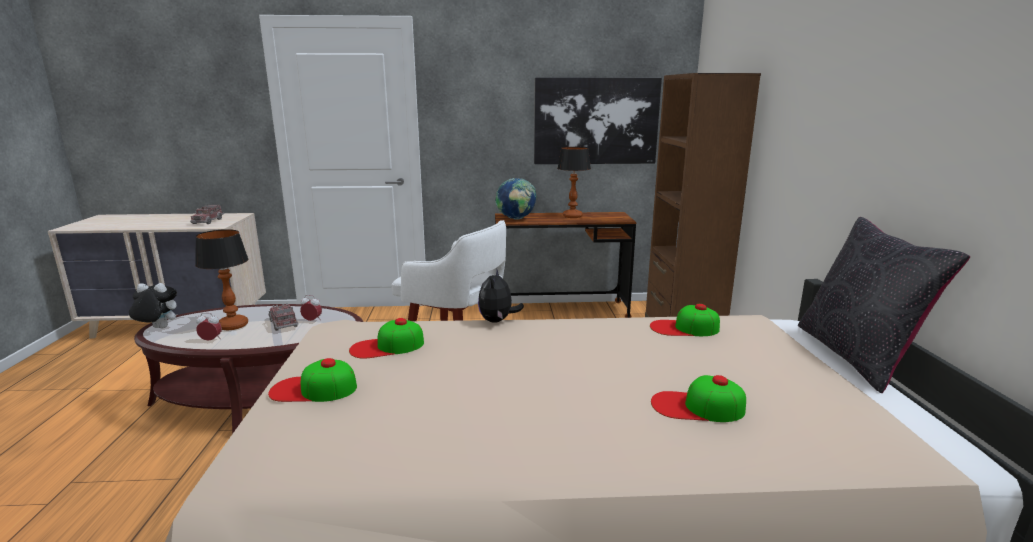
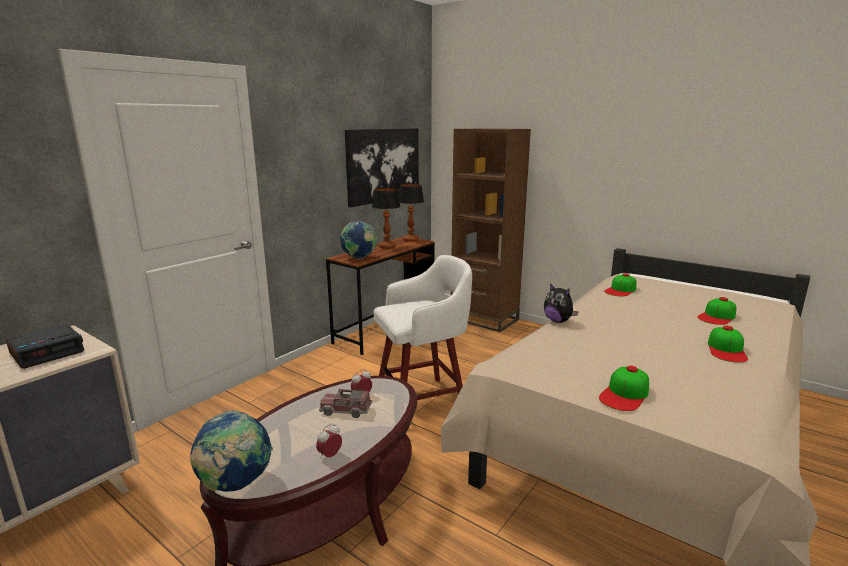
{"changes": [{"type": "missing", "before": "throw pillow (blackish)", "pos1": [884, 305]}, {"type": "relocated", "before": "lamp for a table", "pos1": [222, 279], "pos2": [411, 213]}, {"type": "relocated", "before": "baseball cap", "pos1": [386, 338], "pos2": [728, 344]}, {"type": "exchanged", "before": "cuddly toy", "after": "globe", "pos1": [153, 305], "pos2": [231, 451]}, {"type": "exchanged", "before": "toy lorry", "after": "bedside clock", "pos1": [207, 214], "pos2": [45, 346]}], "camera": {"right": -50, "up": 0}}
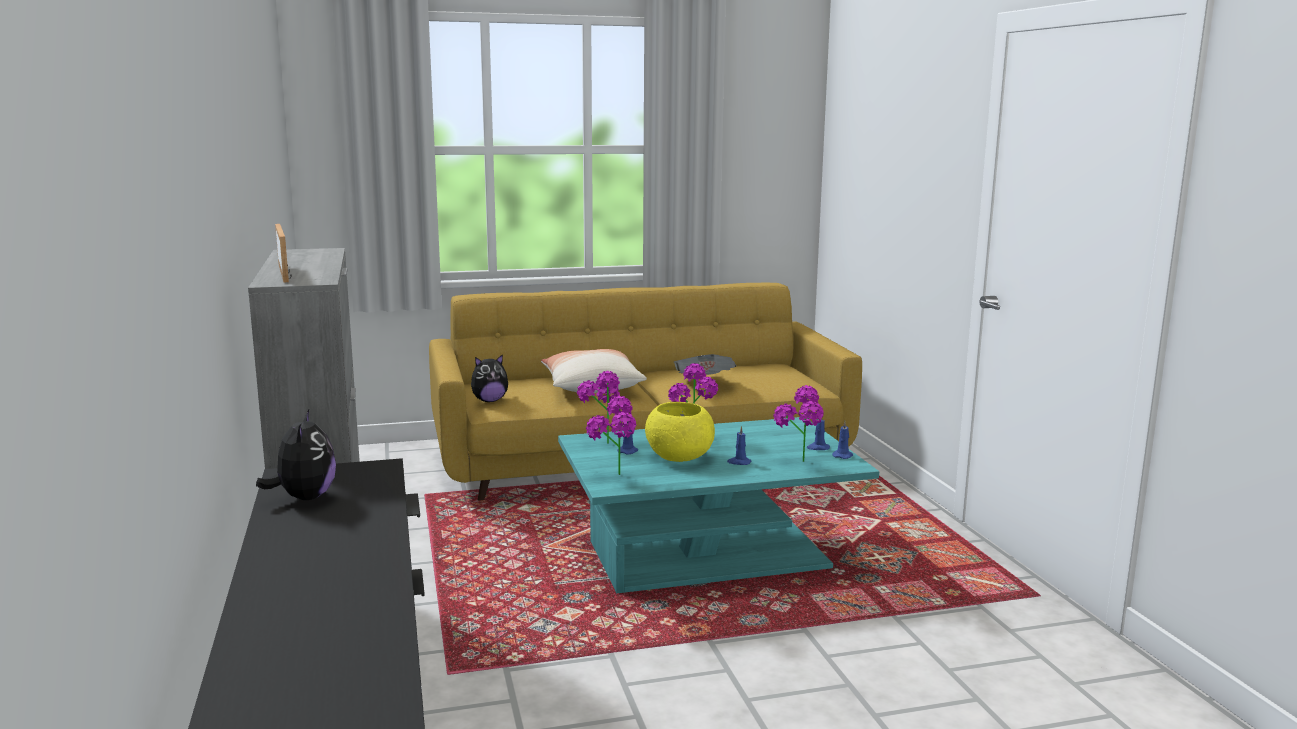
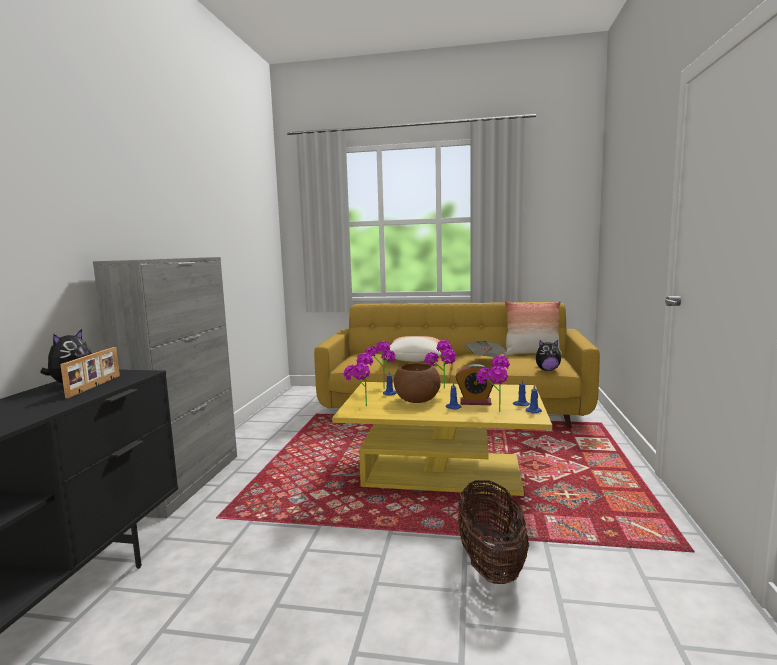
{"changes": [{"type": "appeared", "after": "bedside clock", "pos2": [475, 384]}, {"type": "appeared", "after": "storage basket", "pos2": [493, 532]}, {"type": "appeared", "after": "throw pillow", "pos2": [533, 328]}, {"type": "relocated", "before": "standing frame", "pos1": [283, 253], "pos2": [90, 372]}, {"type": "relocated", "before": "cuddly toy", "pos1": [489, 378], "pos2": [548, 355]}, {"type": "colour", "before": "coffee table (blue-green)", "after": "coffee table (yellowish)", "pos1": [718, 505], "pos2": [442, 439]}, {"type": "colour", "before": "deep dish (yellowish)", "after": "deep dish (brown)", "pos1": [680, 432], "pos2": [417, 383]}], "camera": {"right": 25, "up": -5}}
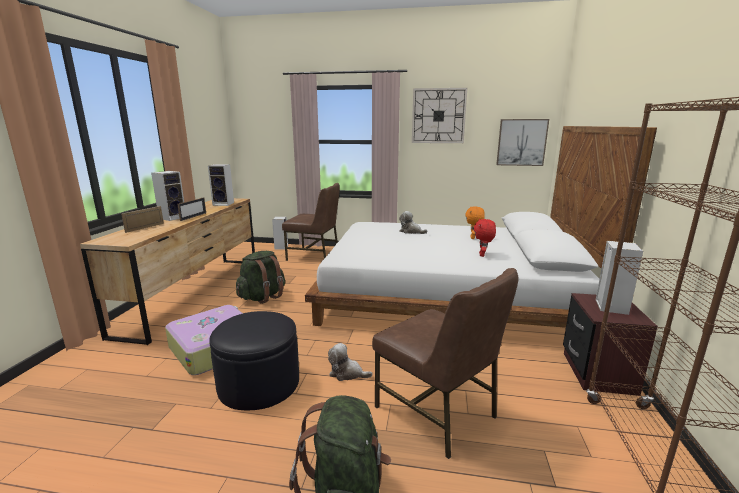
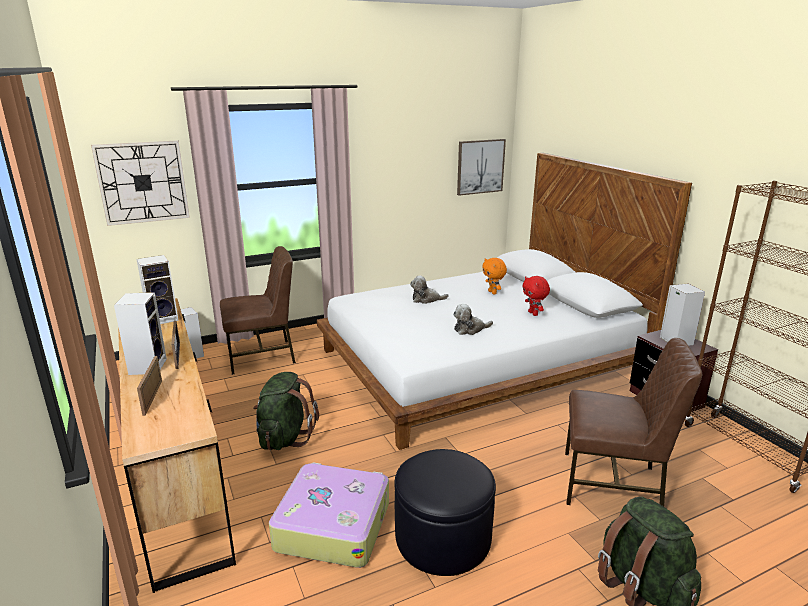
{"changes": [{"type": "relocated", "before": "cuddly toy", "pos1": [350, 362], "pos2": [473, 319]}, {"type": "relocated", "before": "clock on the wall", "pos1": [439, 115], "pos2": [140, 183]}], "camera": {"right": -35, "up": 5}}
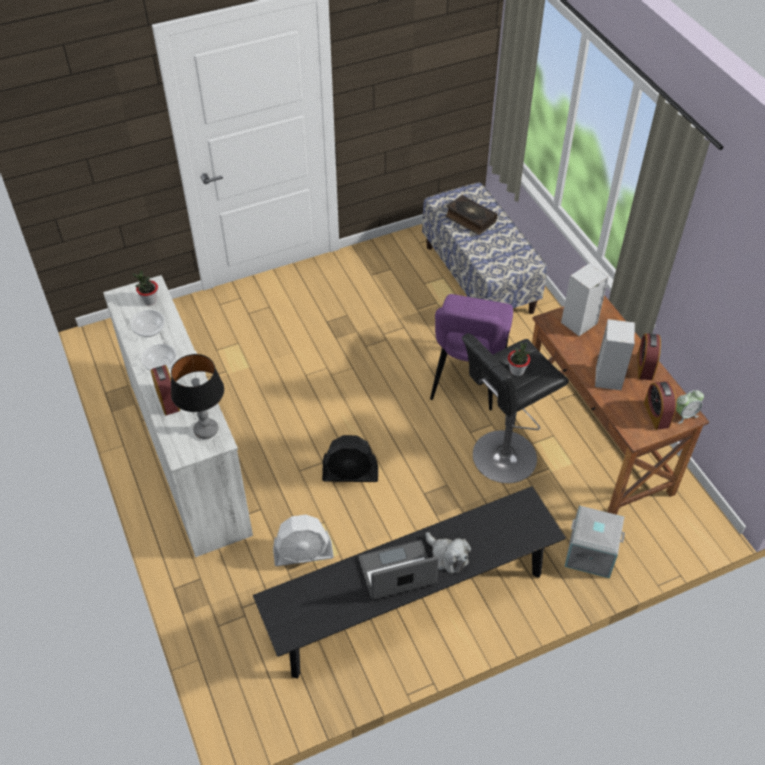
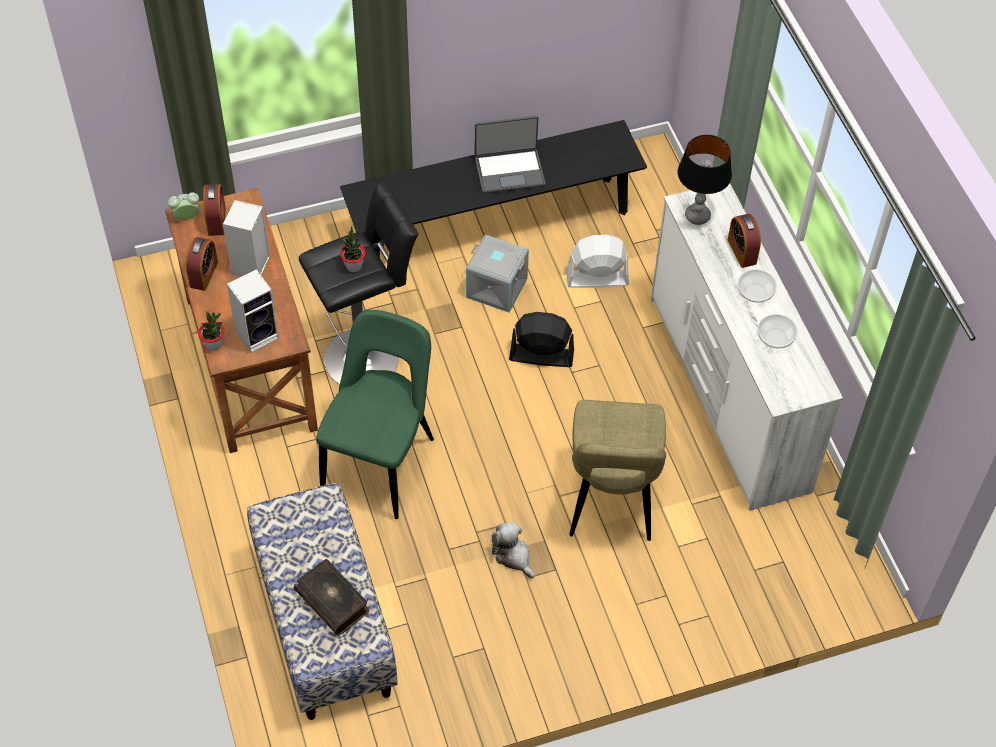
{"changes": [{"type": "appeared", "after": "chair (beige-coloured)", "pos2": [617, 470]}, {"type": "relocated", "before": "potted plant", "pos1": [145, 287], "pos2": [211, 331]}, {"type": "relocated", "before": "cuddly toy", "pos1": [448, 552], "pos2": [513, 550]}, {"type": "relocated", "before": "storage box (grey)", "pos1": [594, 541], "pos2": [497, 273]}, {"type": "colour", "before": "chair (purplish)", "after": "chair (green)", "pos1": [471, 352], "pos2": [375, 414]}], "camera": {"right": -175, "up": 5}}
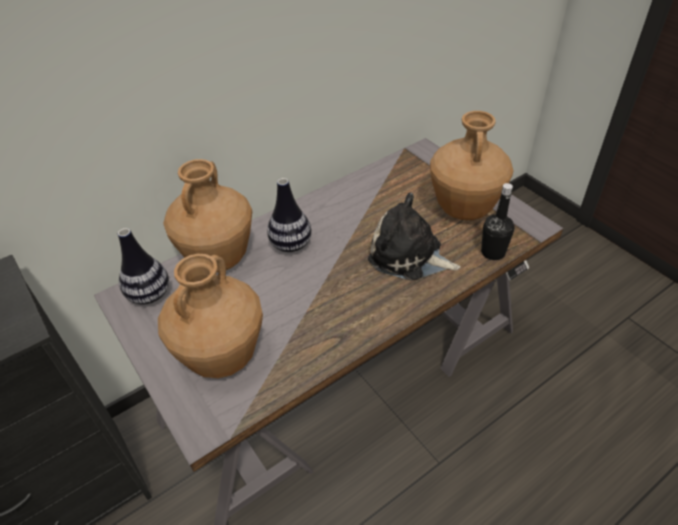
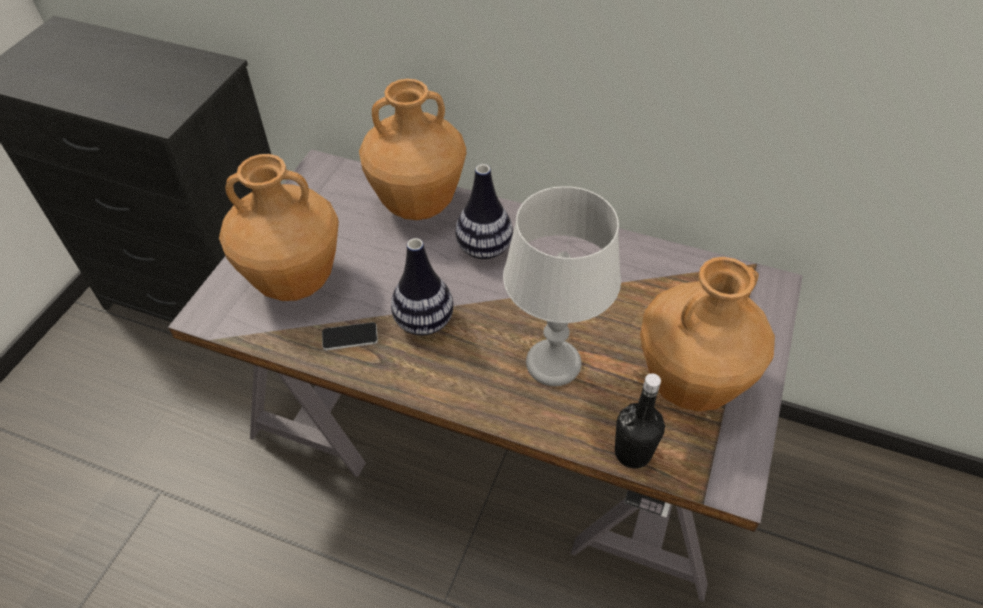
{"changes": [{"type": "appeared", "after": "telephone", "pos2": [350, 336]}, {"type": "relocated", "before": "flower vase", "pos1": [143, 266], "pos2": [422, 287]}, {"type": "exchanged", "before": "cuddly toy", "after": "lamp for a table (grey)", "pos1": [414, 236], "pos2": [562, 286]}], "camera": {"right": 55, "up": 5}}
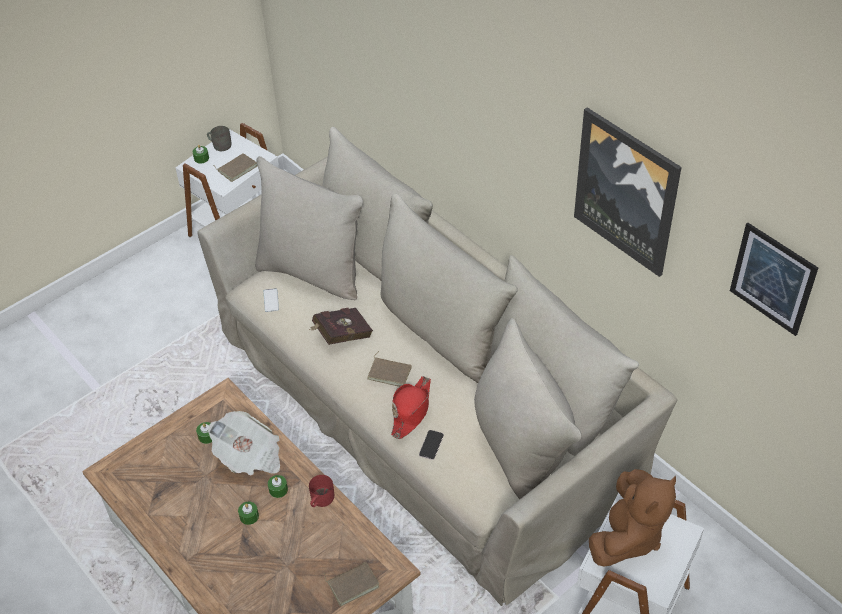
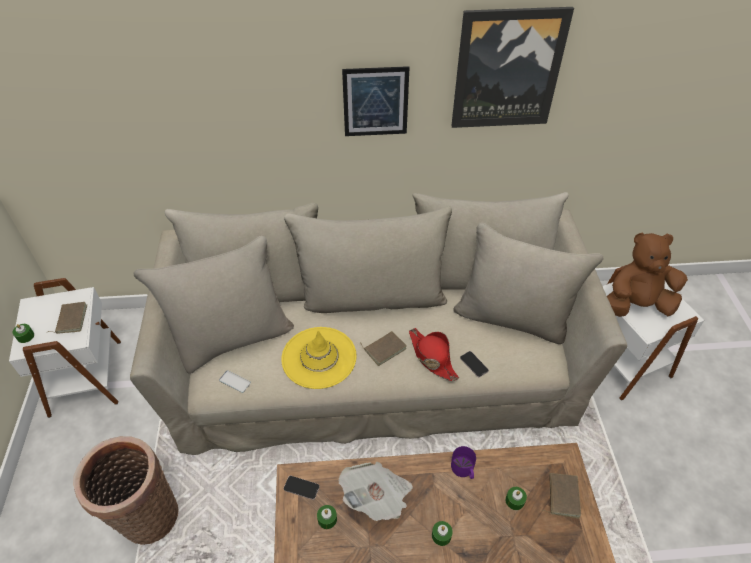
{"changes": [{"type": "missing", "before": "tea mug (grey)", "pos1": [219, 138]}, {"type": "appeared", "after": "storage basket", "pos2": [126, 490]}, {"type": "appeared", "after": "telephone", "pos2": [302, 488]}, {"type": "relocated", "before": "wax candle (green)", "pos1": [278, 486], "pos2": [516, 498]}, {"type": "relocated", "before": "wall art", "pos1": [774, 279], "pos2": [376, 101]}, {"type": "exchanged", "before": "volume (red)", "after": "clothing hat (yellowish)", "pos1": [341, 326], "pos2": [319, 358]}, {"type": "colour", "before": "tea mug (red)", "after": "tea mug (purplish)", "pos1": [321, 491], "pos2": [463, 462]}, {"type": "spun", "before": "cuddly toy (brown)", "pos1": [632, 518], "pos2": [647, 275], "turn": -75}], "camera": {"right": -55, "up": 0}}
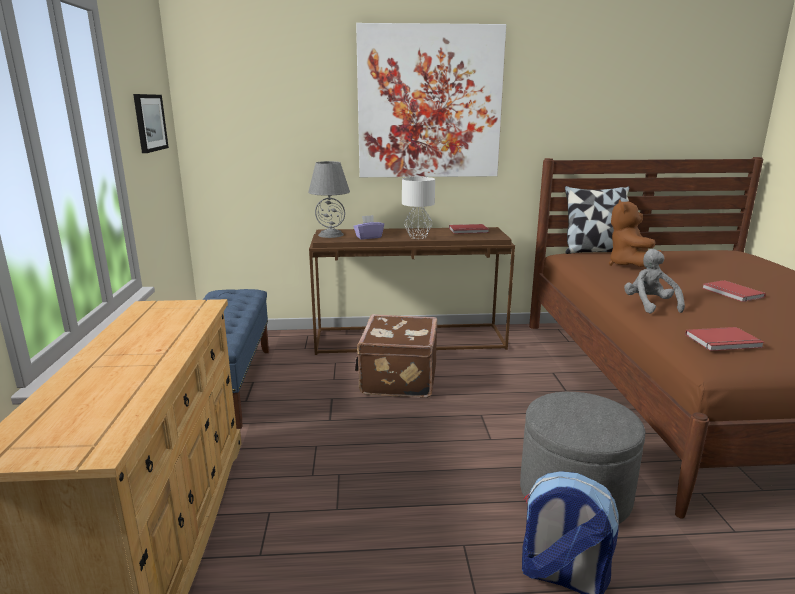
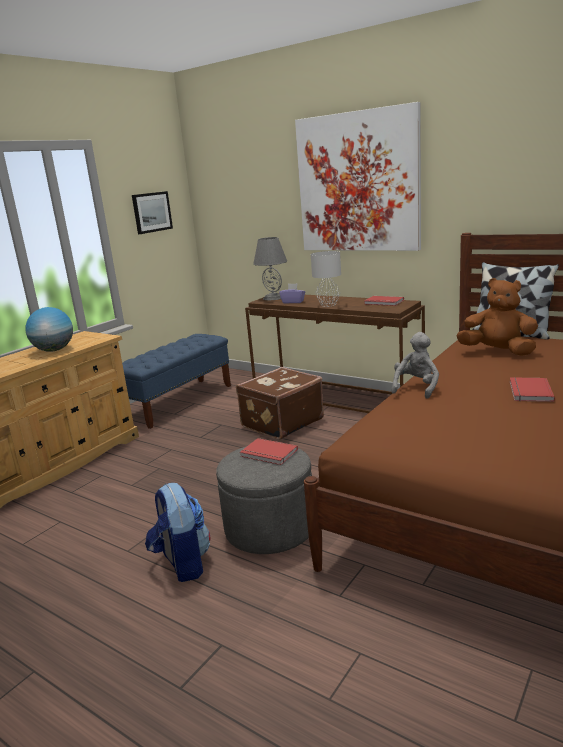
{"changes": [{"type": "appeared", "after": "globe", "pos2": [49, 329]}, {"type": "relocated", "before": "volume (red)", "pos1": [724, 339], "pos2": [269, 451]}, {"type": "spun", "before": "cuddly toy (brown)", "pos1": [635, 233], "pos2": [497, 317], "turn": 75}], "camera": {"right": 40, "up": 0}}
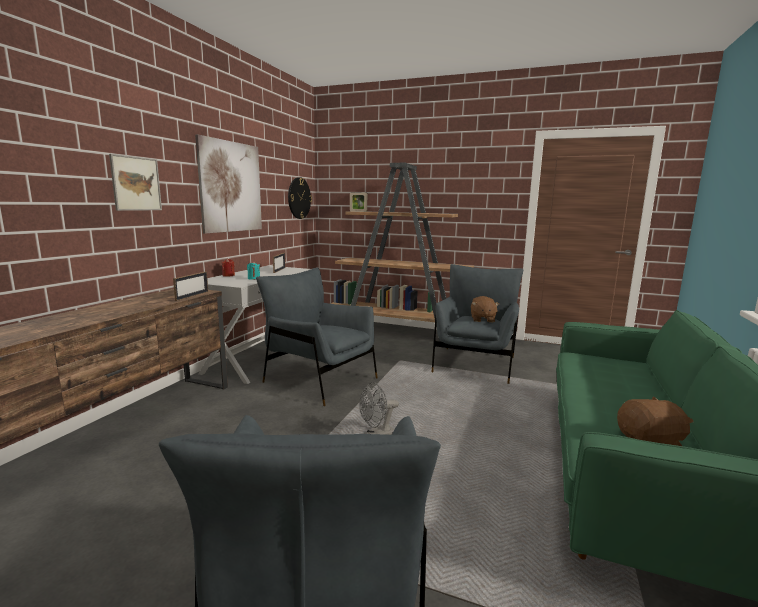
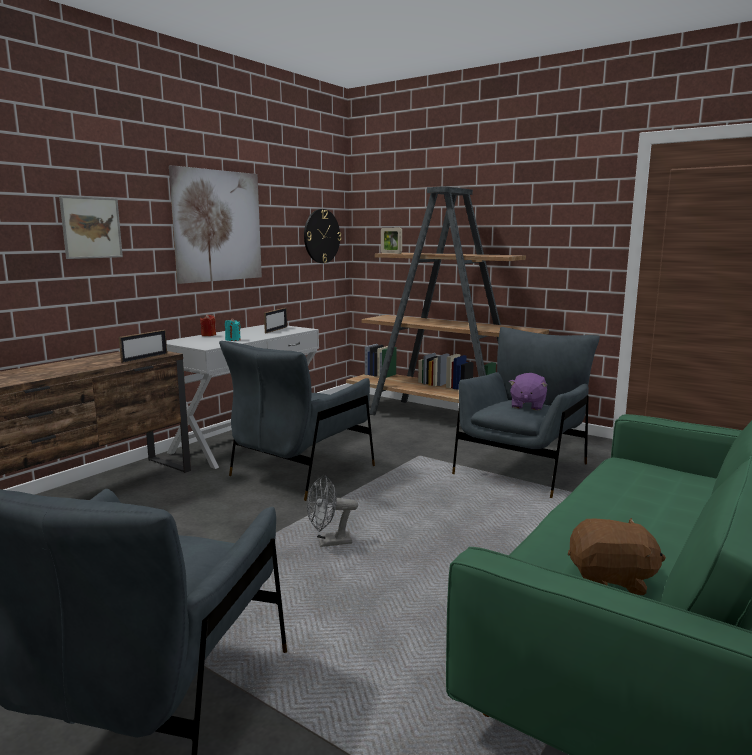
{"changes": [{"type": "colour", "before": "cuddly toy (brown)", "after": "cuddly toy (purplish)", "pos1": [485, 309], "pos2": [528, 392]}, {"type": "spun", "before": "easy chair (grey)", "pos1": [317, 337], "pos2": [297, 421], "turn": -105}], "camera": {"right": 15, "up": 0}}
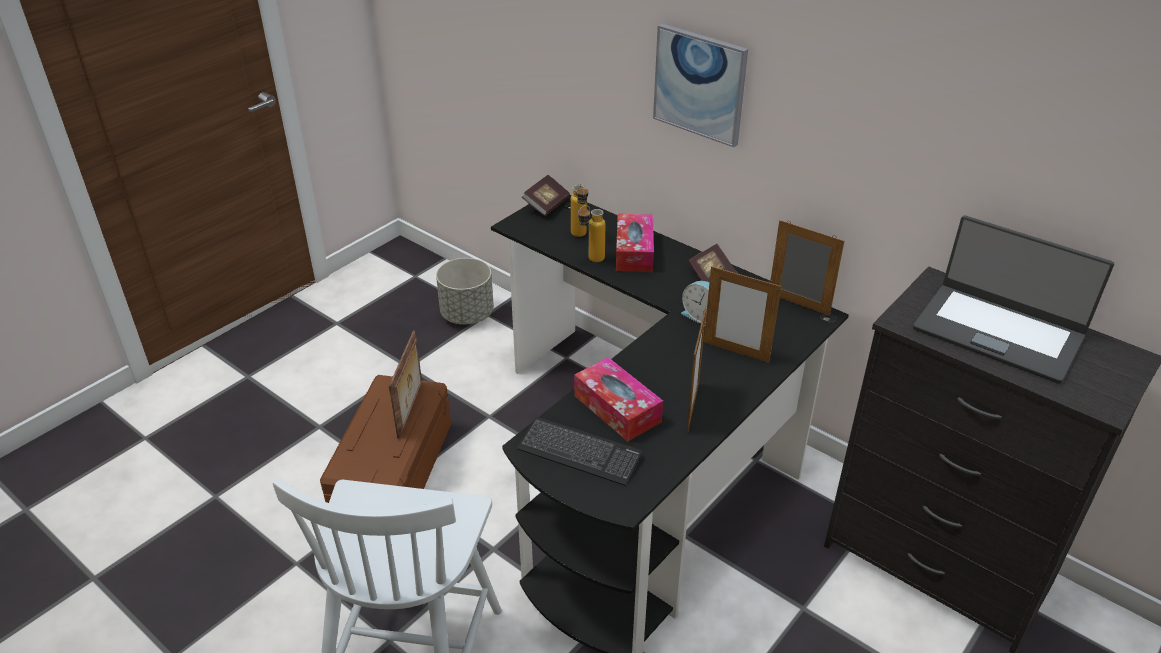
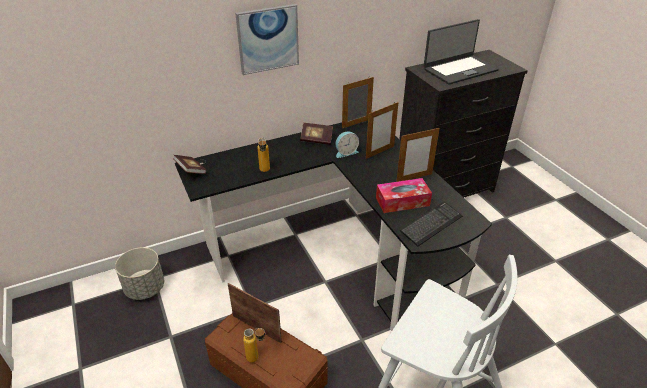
{"changes": [{"type": "missing", "before": "box of tissues", "pos1": [635, 243]}, {"type": "relocated", "before": "beverage bottle", "pos1": [579, 211], "pos2": [254, 345]}, {"type": "spun", "before": "standing frame", "pos1": [697, 370], "pos2": [418, 154], "turn": 120}], "camera": {"right": -65, "up": 0}}
